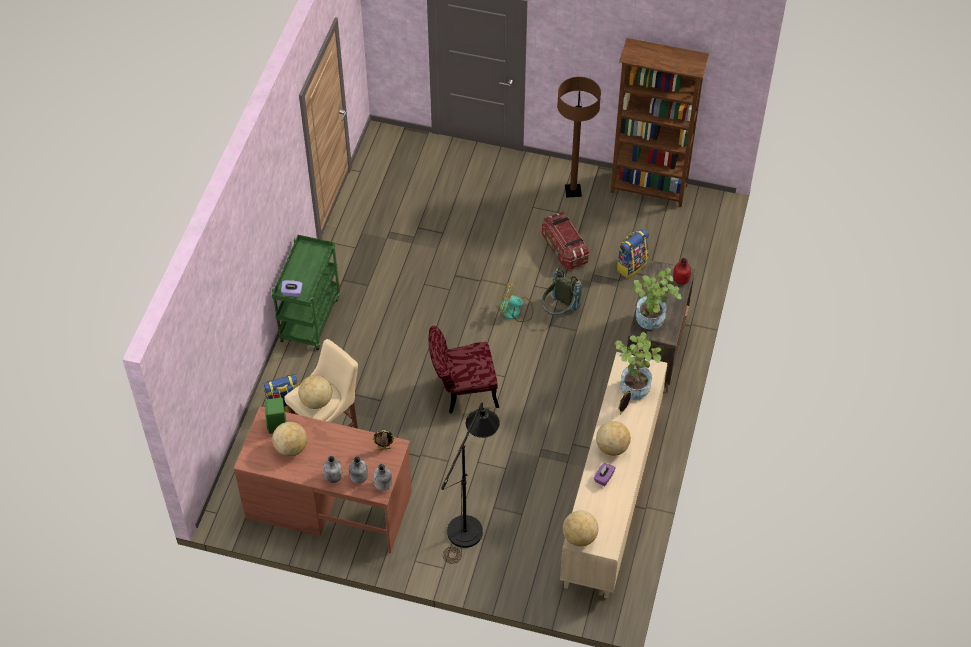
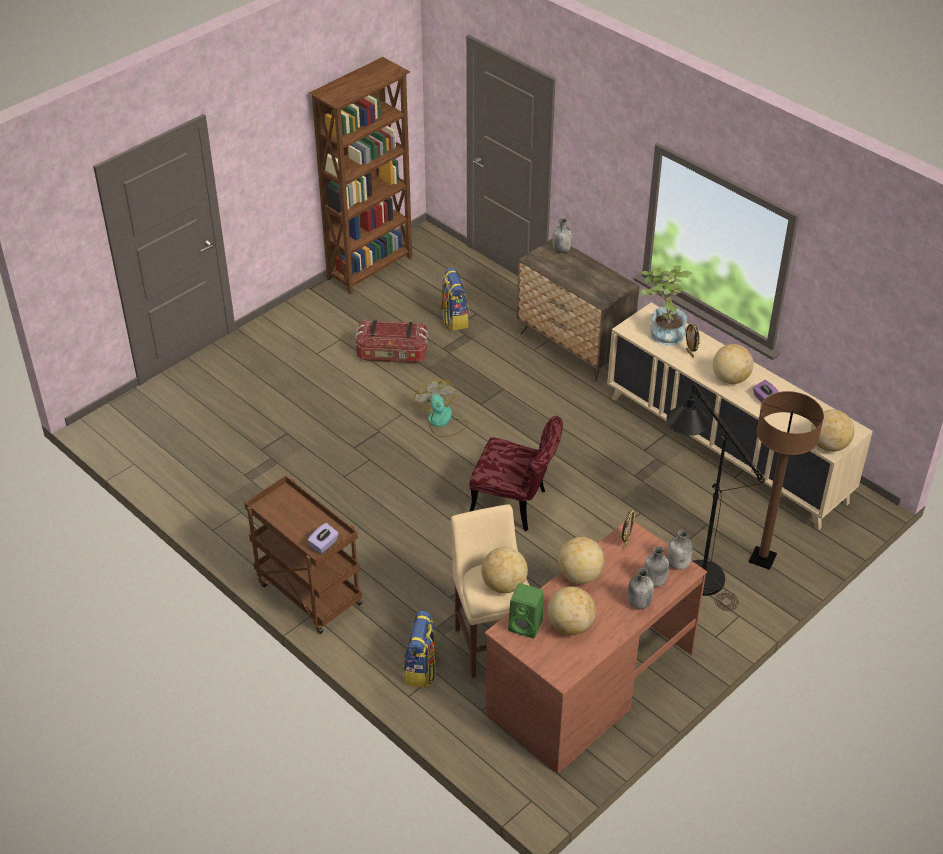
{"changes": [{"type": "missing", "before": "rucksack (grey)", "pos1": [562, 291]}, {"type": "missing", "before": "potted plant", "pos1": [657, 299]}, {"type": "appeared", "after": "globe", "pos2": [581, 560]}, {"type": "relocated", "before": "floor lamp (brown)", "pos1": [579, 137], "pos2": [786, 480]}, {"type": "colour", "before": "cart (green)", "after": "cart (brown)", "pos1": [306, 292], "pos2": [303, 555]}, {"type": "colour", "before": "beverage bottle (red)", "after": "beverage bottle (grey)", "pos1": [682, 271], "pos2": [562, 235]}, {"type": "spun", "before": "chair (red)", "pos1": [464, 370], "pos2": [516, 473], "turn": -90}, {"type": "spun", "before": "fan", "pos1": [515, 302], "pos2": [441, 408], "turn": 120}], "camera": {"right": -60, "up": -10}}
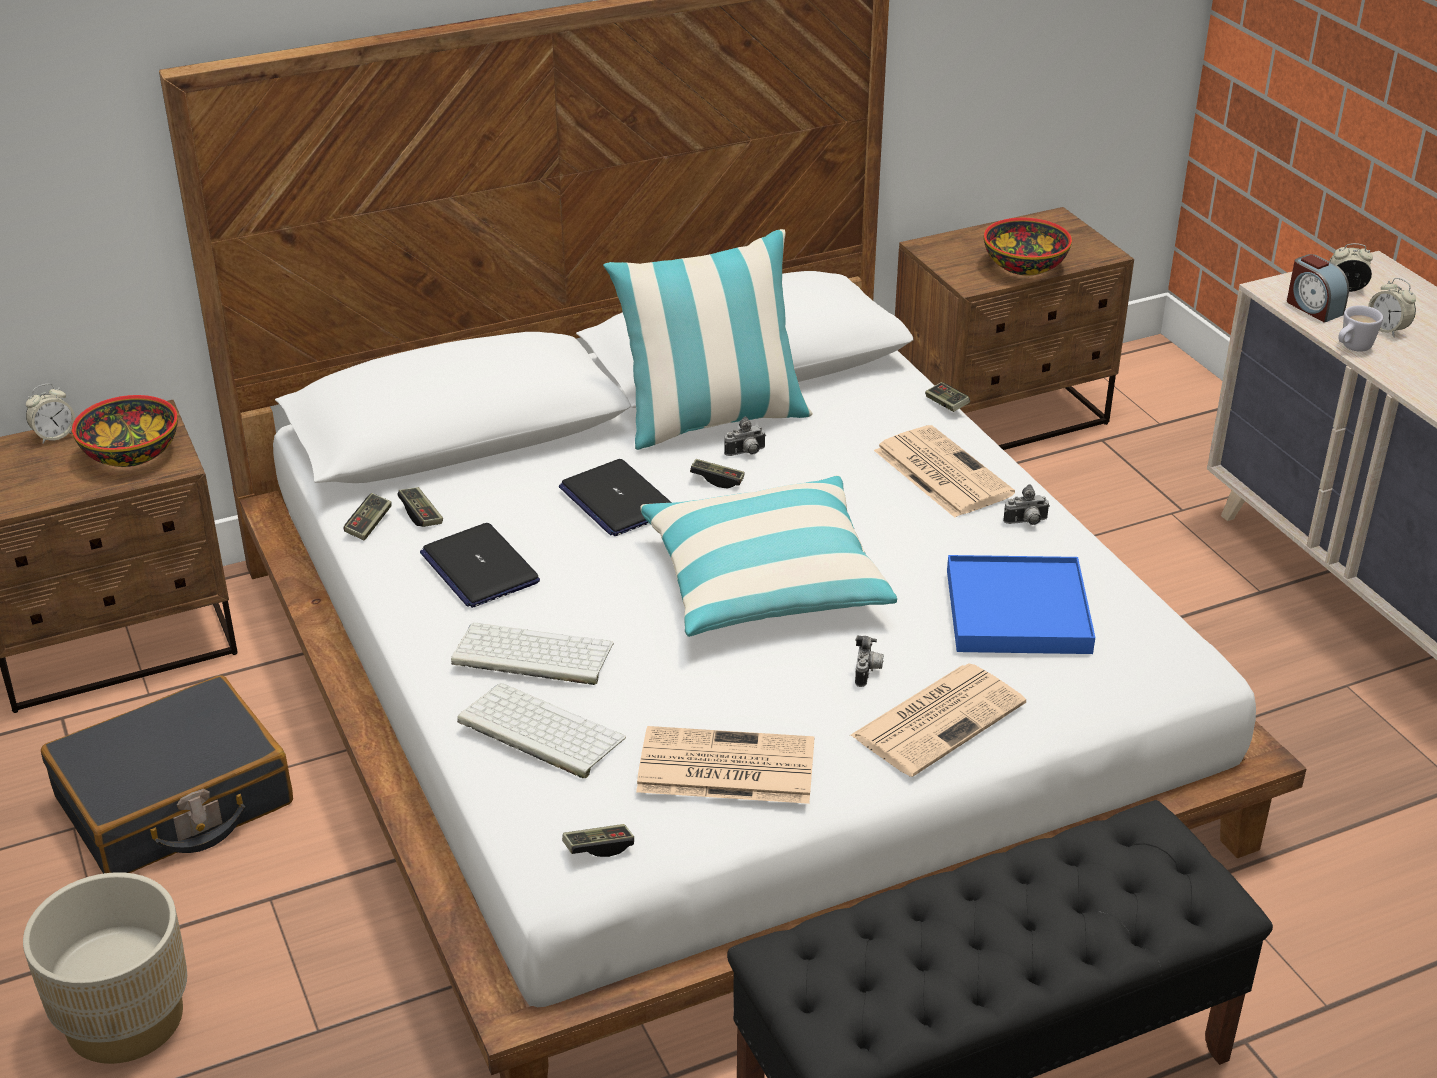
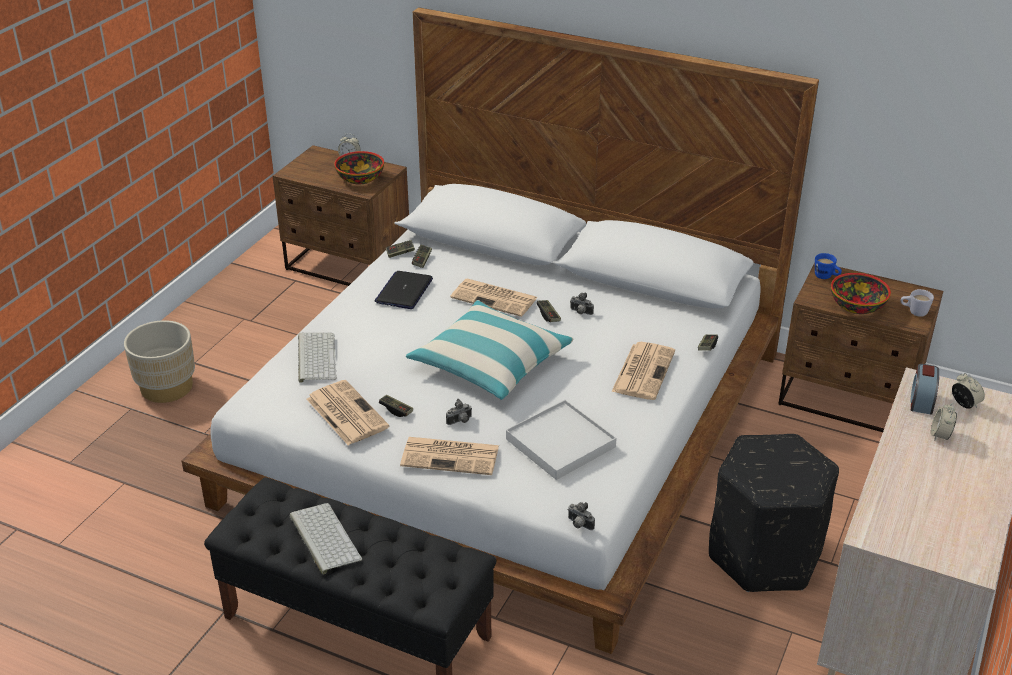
{"changes": [{"type": "missing", "before": "suitcase (blackish)", "pos1": [167, 775]}, {"type": "missing", "before": "throw pillow", "pos1": [708, 339]}, {"type": "appeared", "after": "footrest (blackish)", "pos2": [774, 513]}, {"type": "appeared", "after": "tea mug (blue)", "pos2": [828, 266]}, {"type": "relocated", "before": "computer keyboard", "pos1": [532, 654], "pos2": [326, 538]}, {"type": "relocated", "before": "joypad", "pos1": [598, 840], "pos2": [396, 406]}, {"type": "relocated", "before": "photo camera", "pos1": [1026, 504], "pos2": [581, 516]}, {"type": "relocated", "before": "tea mug (white)", "pos1": [1360, 328], "pos2": [917, 303]}, {"type": "exchanged", "before": "notebook computer", "after": "newspaper", "pos1": [615, 497], "pos2": [494, 298]}, {"type": "colour", "before": "serving tray (blue)", "after": "serving tray (white)", "pos1": [1021, 604], "pos2": [561, 440]}], "camera": {"right": 50, "up": 0}}
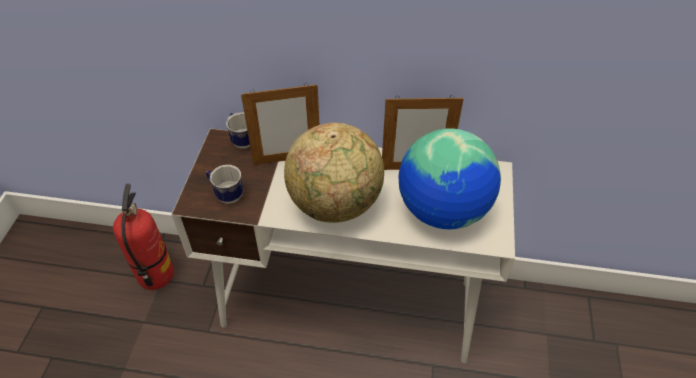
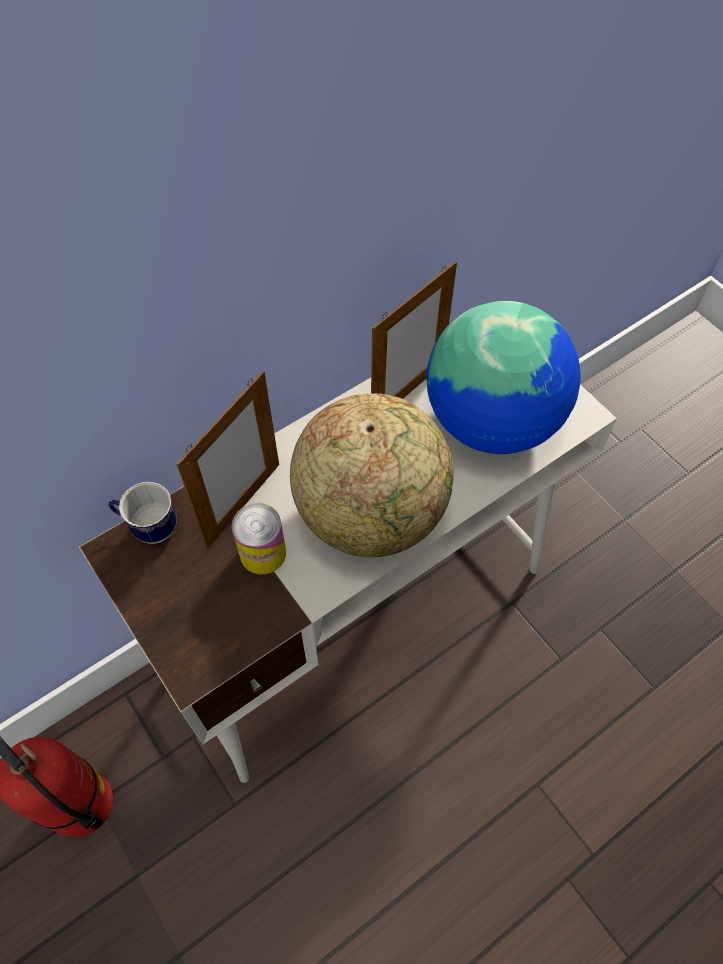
{"changes": [{"type": "missing", "before": "tea mug", "pos1": [224, 184]}, {"type": "appeared", "after": "sealed can", "pos2": [259, 538]}], "camera": {"right": -45, "up": 10}}
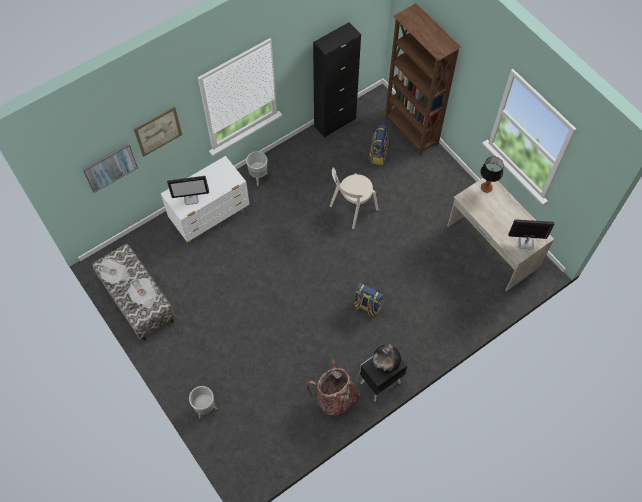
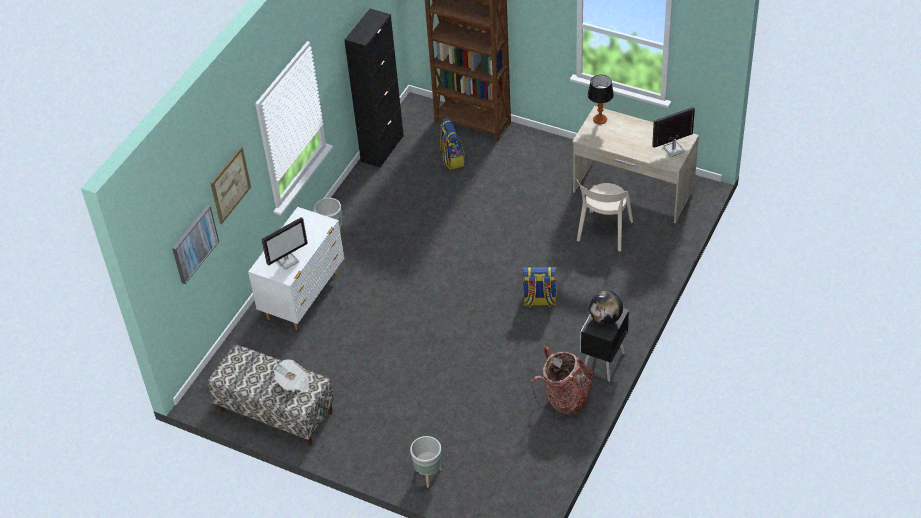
{"changes": [{"type": "missing", "before": "newspaper", "pos1": [113, 271]}, {"type": "relocated", "before": "chair (beige-coloured)", "pos1": [354, 198], "pos2": [605, 215]}], "camera": {"right": -25, "up": -15}}
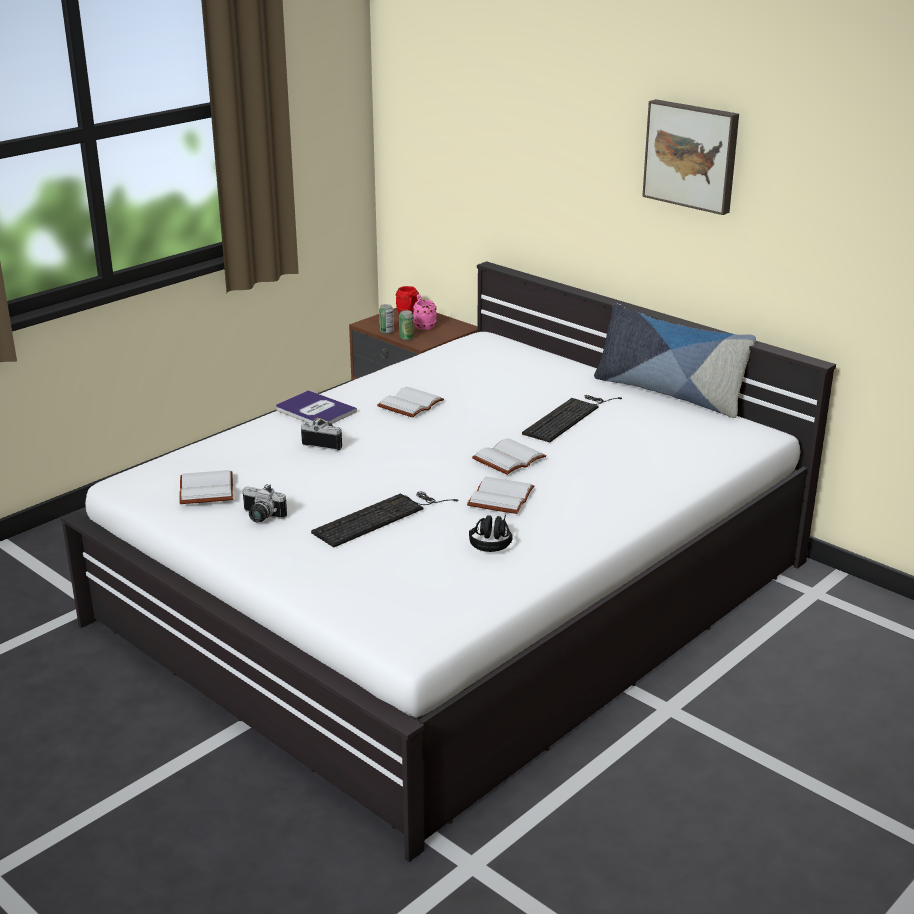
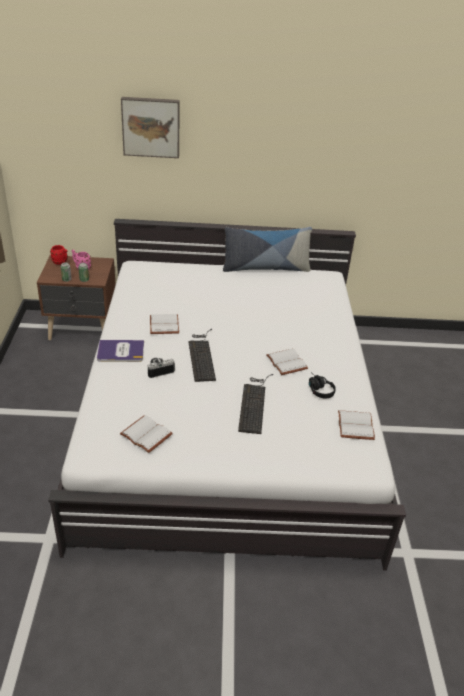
{"changes": [{"type": "missing", "before": "photo camera", "pos1": [264, 503]}, {"type": "relocated", "before": "volume (white)", "pos1": [509, 456], "pos2": [356, 425]}, {"type": "relocated", "before": "computer keyboard", "pos1": [572, 418], "pos2": [202, 355]}, {"type": "relocated", "before": "wall art", "pos1": [690, 157], "pos2": [150, 127]}], "camera": {"right": -45, "up": 10}}
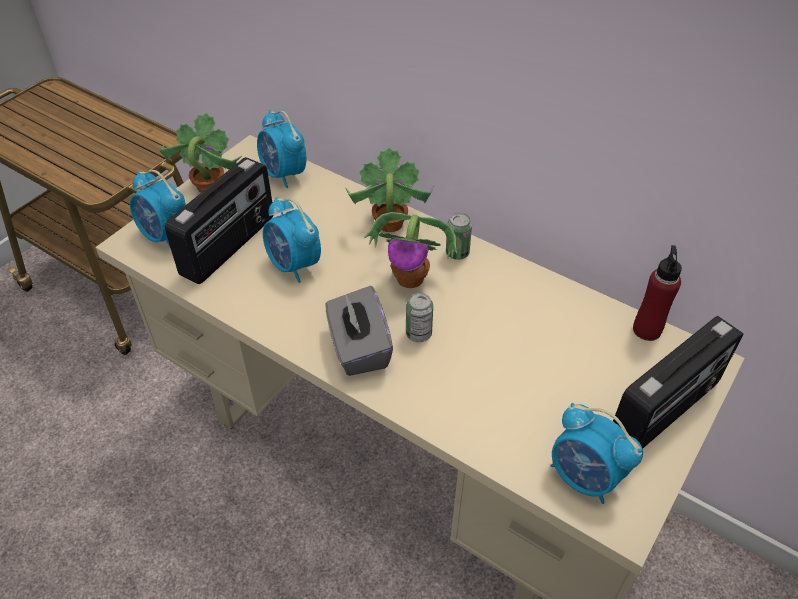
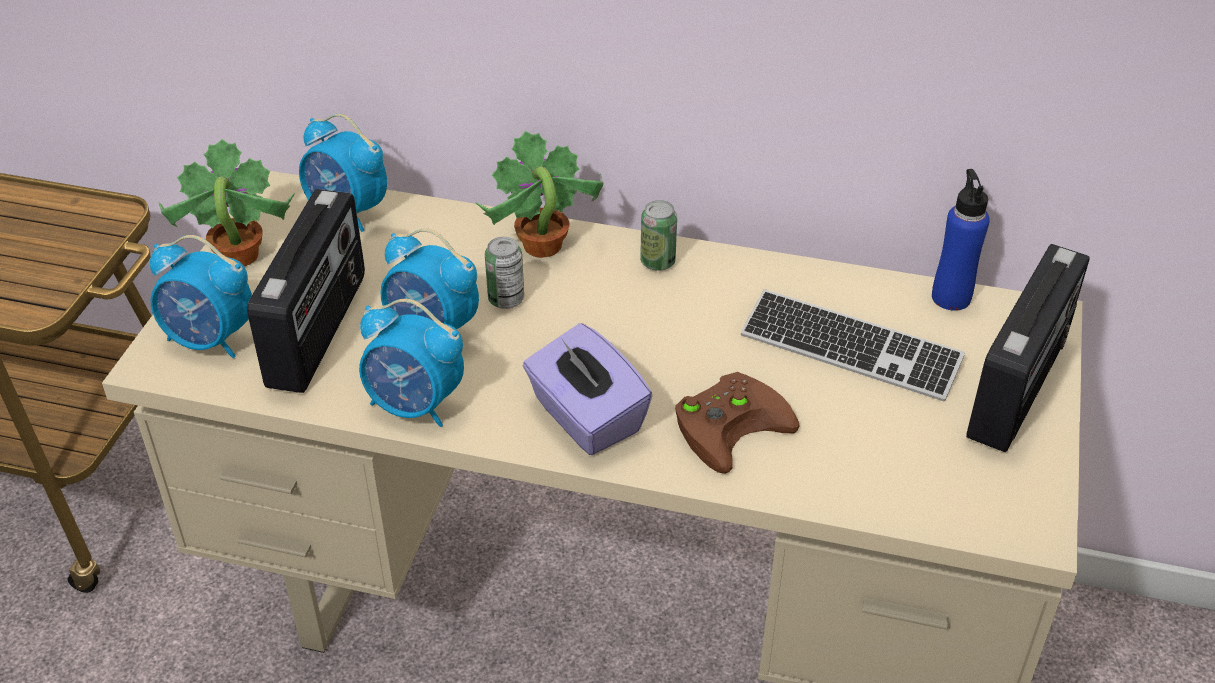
{"changes": [{"type": "missing", "before": "potted plant", "pos1": [410, 250]}, {"type": "appeared", "after": "joypad (brown)", "pos2": [737, 423]}, {"type": "appeared", "after": "computer keyboard", "pos2": [853, 345]}, {"type": "relocated", "before": "sealed can", "pos1": [419, 317], "pos2": [504, 273]}, {"type": "relocated", "before": "bedside clock", "pos1": [596, 453], "pos2": [411, 363]}, {"type": "colour", "before": "box of tissues (grey)", "after": "box of tissues (purplish)", "pos1": [359, 331], "pos2": [588, 389]}, {"type": "colour", "before": "beverage bottle (red)", "after": "beverage bottle (blue)", "pos1": [657, 293], "pos2": [961, 240]}], "camera": {"right": -20, "up": -5}}
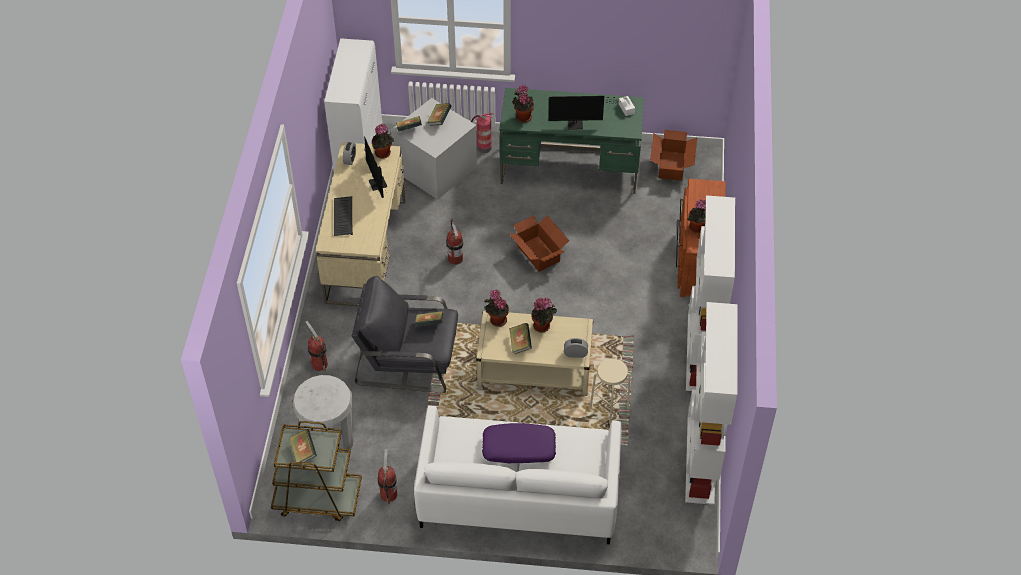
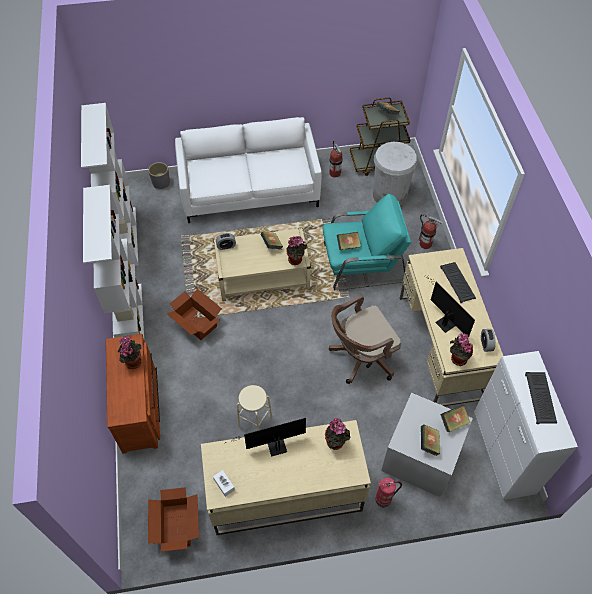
{"changes": [{"type": "missing", "before": "throw pillow (purplish)", "pos1": [519, 443]}, {"type": "missing", "before": "potted plant", "pos1": [544, 314]}, {"type": "appeared", "after": "planter (grey)", "pos2": [159, 175]}, {"type": "appeared", "after": "computer keyboard", "pos2": [541, 398]}, {"type": "relocated", "before": "packing box", "pos1": [539, 243], "pos2": [194, 314]}, {"type": "relocated", "before": "stool seat (beige-coloured)", "pos1": [610, 391], "pos2": [255, 408]}, {"type": "exchanged", "before": "fire-fighting cylinder", "after": "desk chair (brown)", "pos1": [454, 242], "pos2": [365, 339]}, {"type": "colour", "before": "easy chair (grey)", "after": "easy chair (blue-green)", "pos1": [405, 334], "pos2": [367, 242]}, {"type": "colour", "before": "desk table (green)", "after": "desk table (beige-coloured)", "pos1": [571, 141], "pos2": [286, 477]}], "camera": {"right": 165, "up": 5}}
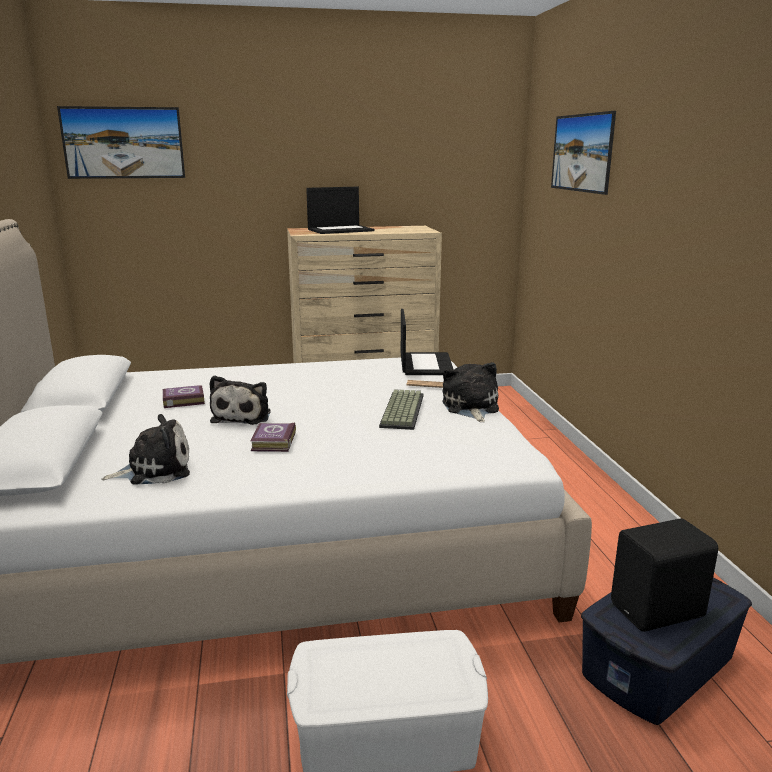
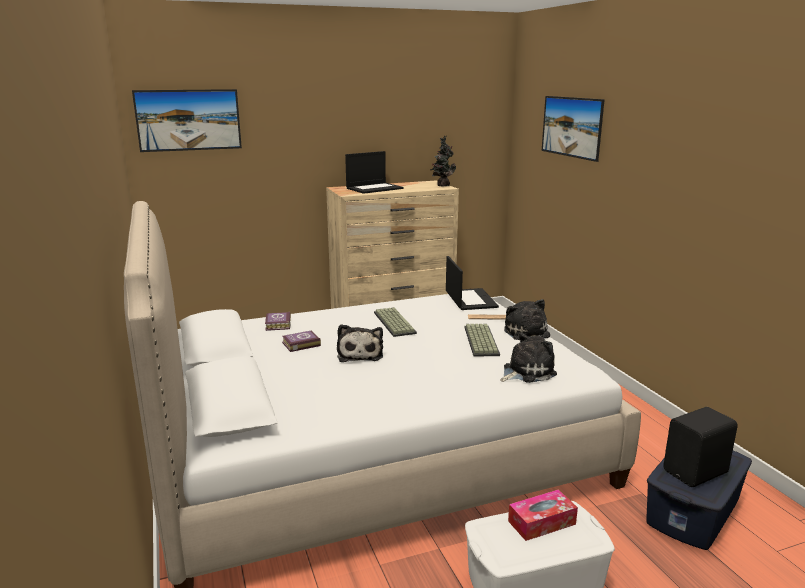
{"changes": [{"type": "appeared", "after": "computer keyboard", "pos2": [395, 322]}, {"type": "appeared", "after": "potted plant", "pos2": [443, 161]}, {"type": "appeared", "after": "box of tissues", "pos2": [543, 515]}, {"type": "relocated", "before": "cuddly toy", "pos1": [146, 449], "pos2": [528, 357]}, {"type": "relocated", "before": "volume", "pos1": [273, 437], "pos2": [278, 321]}], "camera": {"right": -10, "up": 0}}
